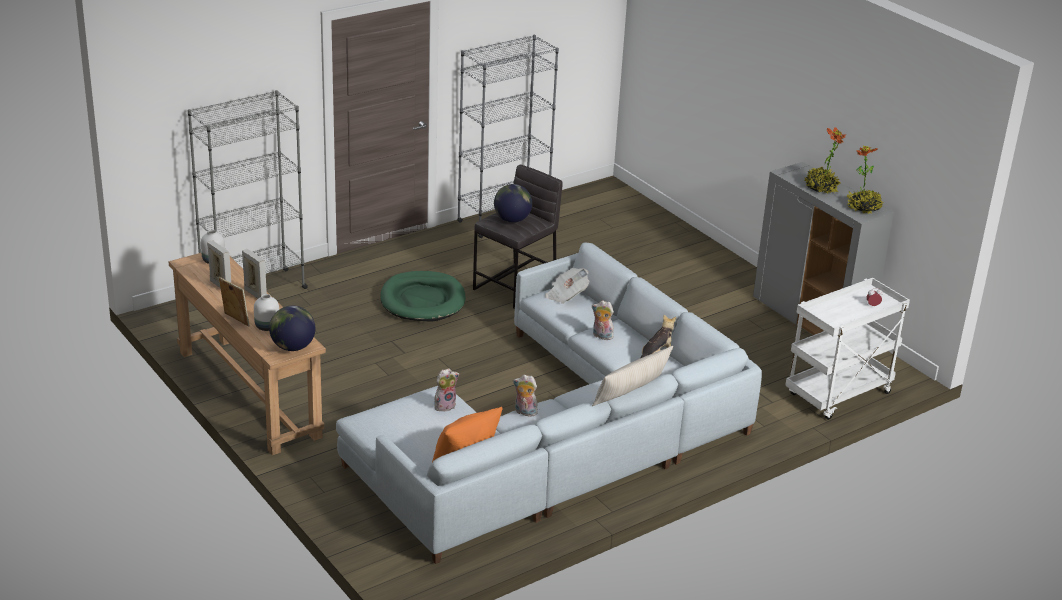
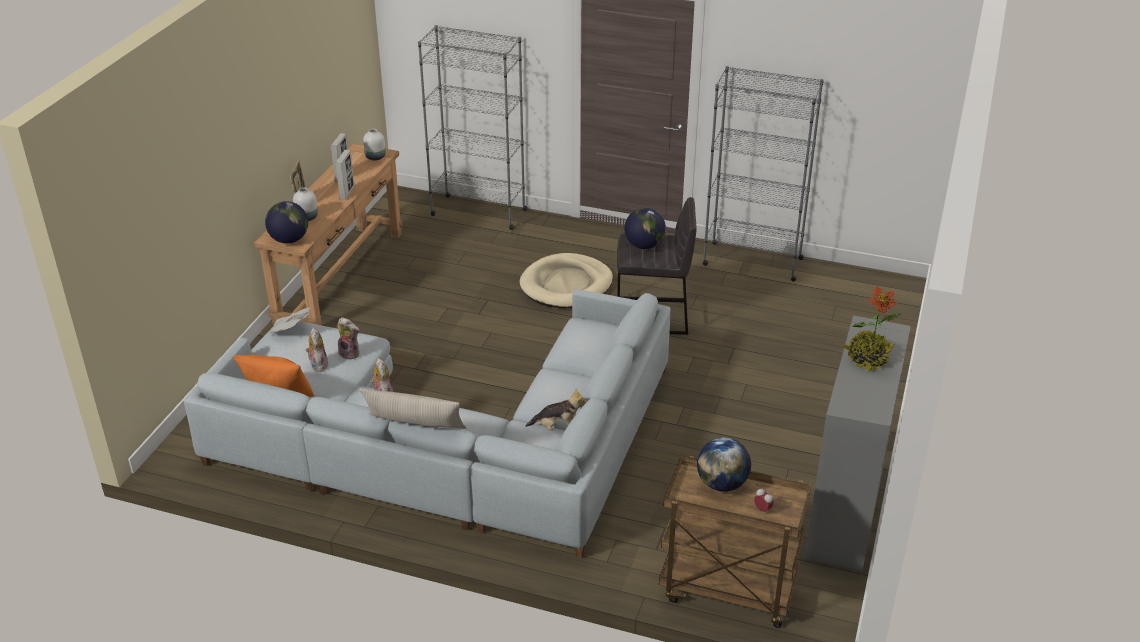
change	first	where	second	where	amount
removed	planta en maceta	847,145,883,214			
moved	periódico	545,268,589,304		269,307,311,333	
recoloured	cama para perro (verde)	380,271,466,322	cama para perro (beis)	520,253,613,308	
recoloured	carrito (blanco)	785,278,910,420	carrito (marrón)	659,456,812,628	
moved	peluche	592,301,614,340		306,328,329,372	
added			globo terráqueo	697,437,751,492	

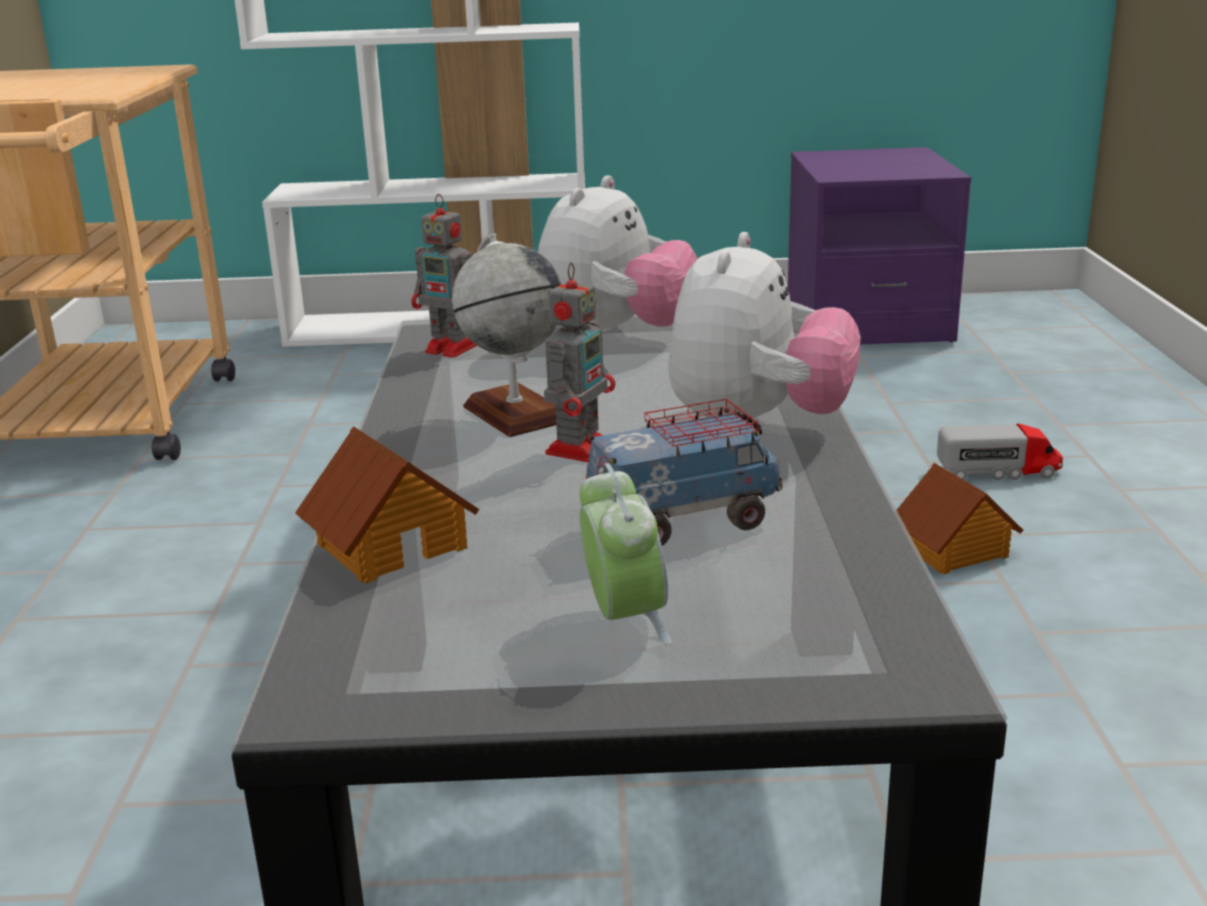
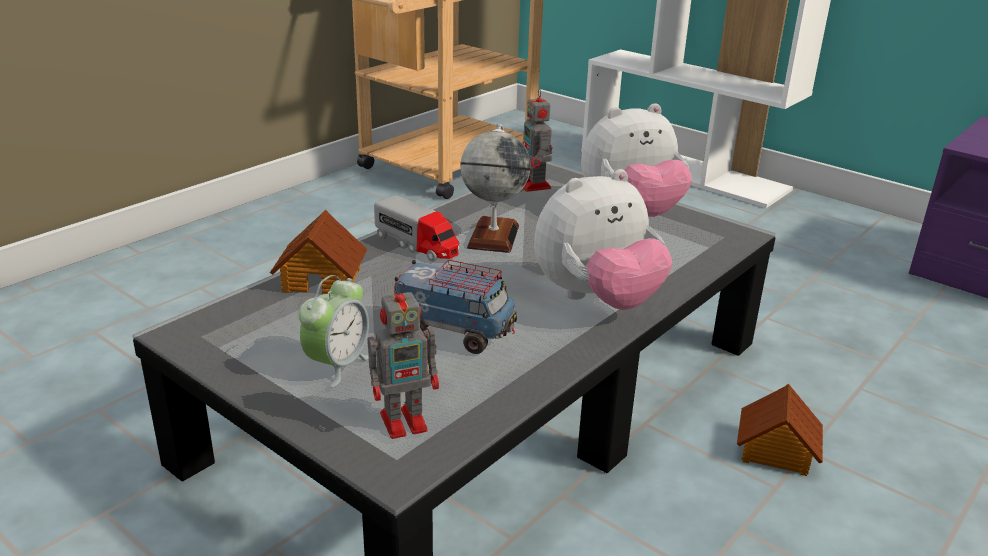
change	first	where	second	where	amount
moved	robot de juguete	544,263,615,462		368,281,439,439	
moved	camión de juguete	937,423,1063,480		374,196,459,262	

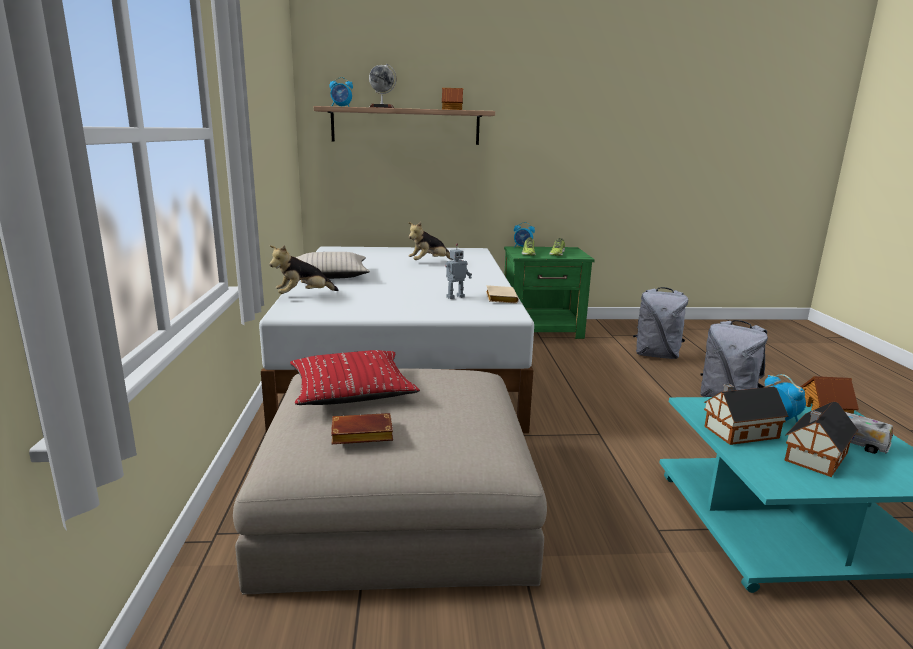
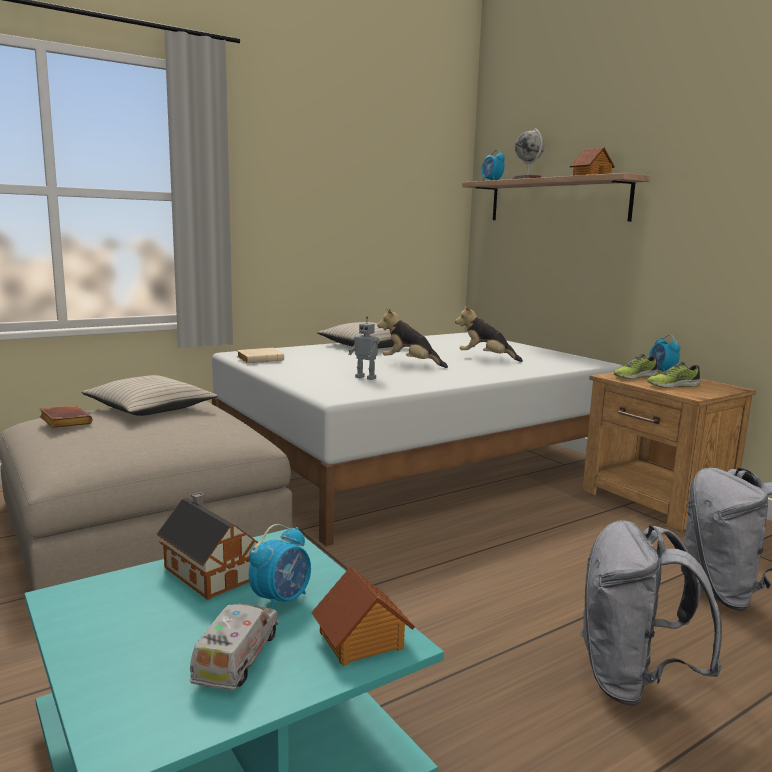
change	first	where	second	where	amount
moved	peluche	269,245,339,294		377,308,448,368	
recoloured	mesita de noche (verde)	504,246,595,339	mesita de noche (marrón)	582,370,756,532	
moved	libro (beis)	486,285,519,303		237,348,284,363	
recoloured	cojín (rojo)	290,350,420,405	cojín (beis)	81,375,218,416	
removed	casita	784,401,858,477			

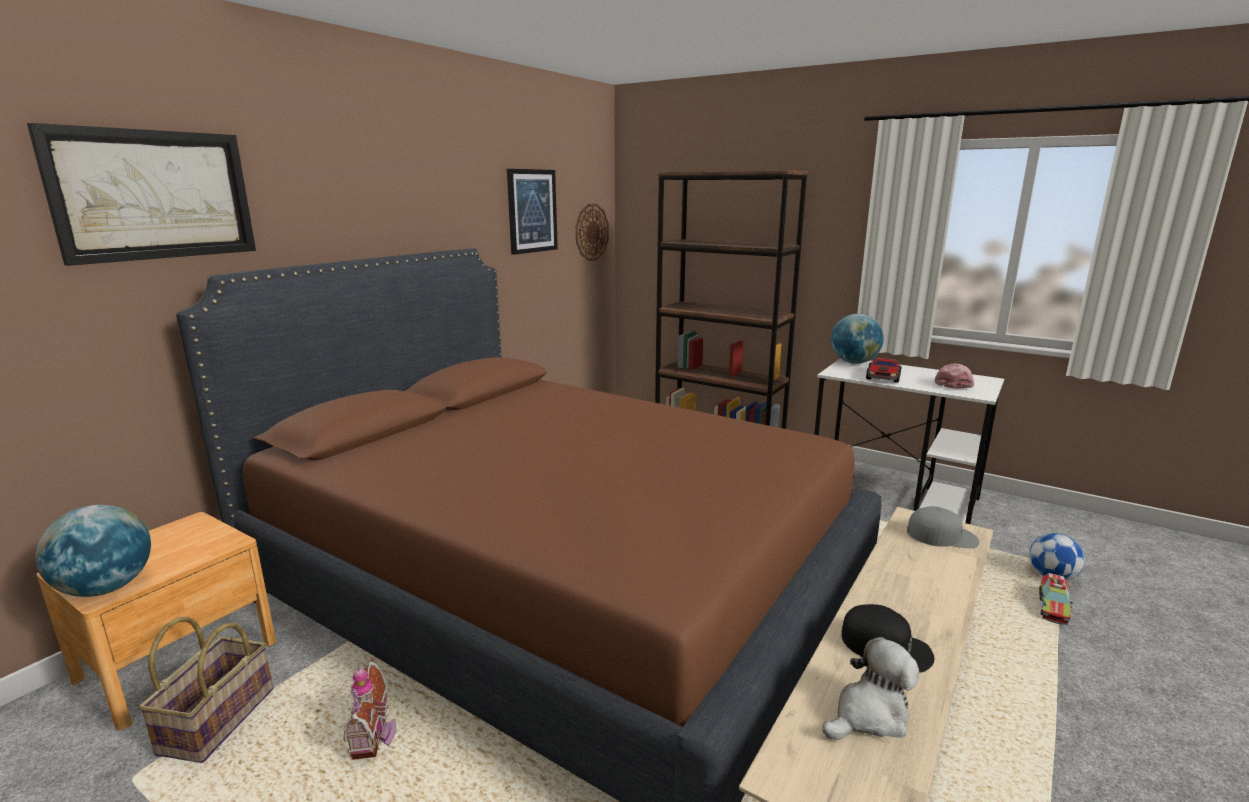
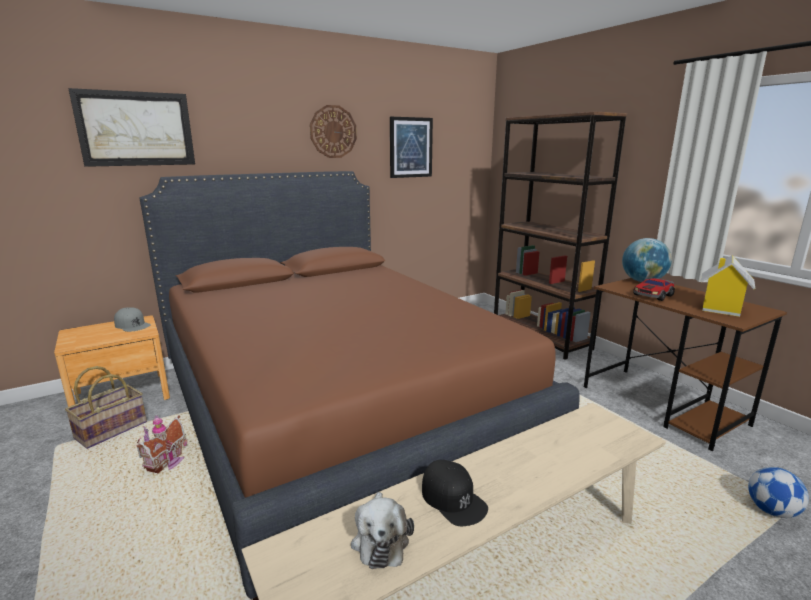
change	first	where	second	where	amount
moved	reloj de pared	576,204,609,261		310,105,357,158	
recoloured	escritorio (blanco)	814,358,1004,524	escritorio (marrón)	584,278,787,452	
replaced	gorra (rosa)	935,364,974,389	casita	700,255,756,317	
removed	globo terráqueo	35,505,151,597			
moved	gorra (gris)	907,506,979,548		114,307,151,332	
removed	camión de juguete	1039,573,1073,625			
turned	peluche	822,637,920,740		351,492,414,569	90 degrees clockwise

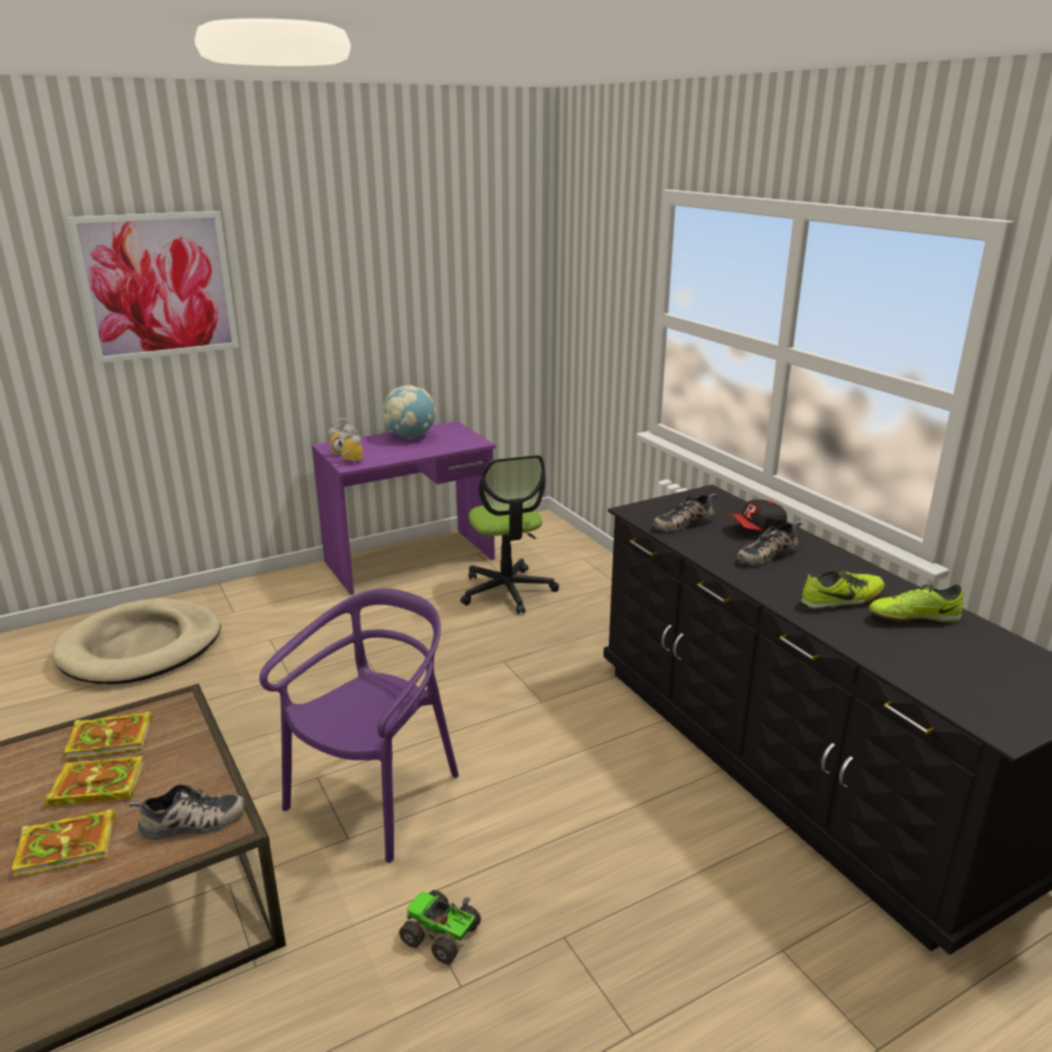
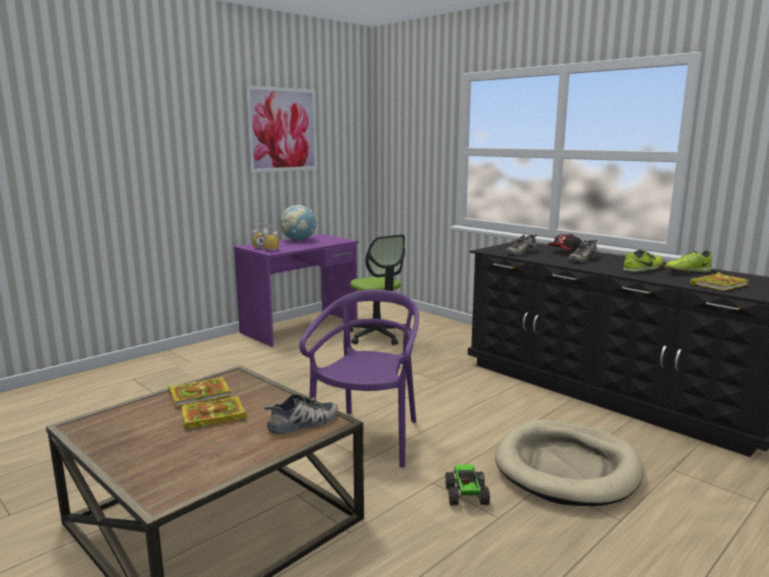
change	first	where	second	where	amount
moved	cuadro	67,211,239,363		245,85,317,173	
moved	cama para perro (beis)	52,598,221,684		495,420,643,506	
moved	libro	12,808,115,877		690,272,749,291	
turned	camión de juguete	399,890,481,964		445,464,490,506	75 degrees clockwise

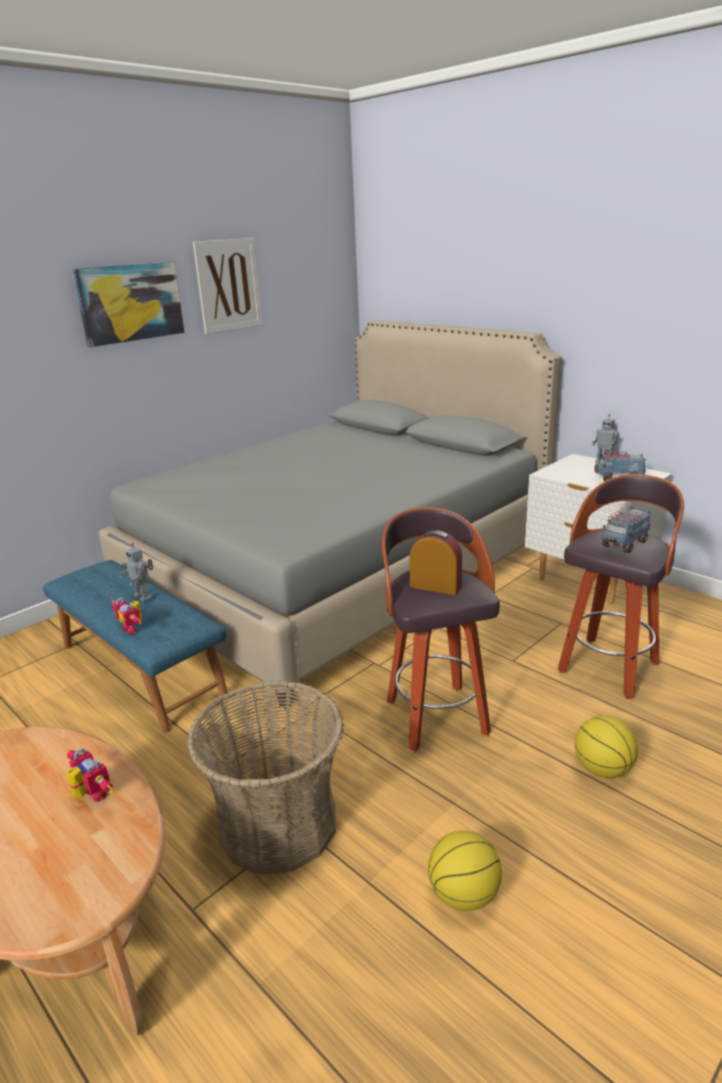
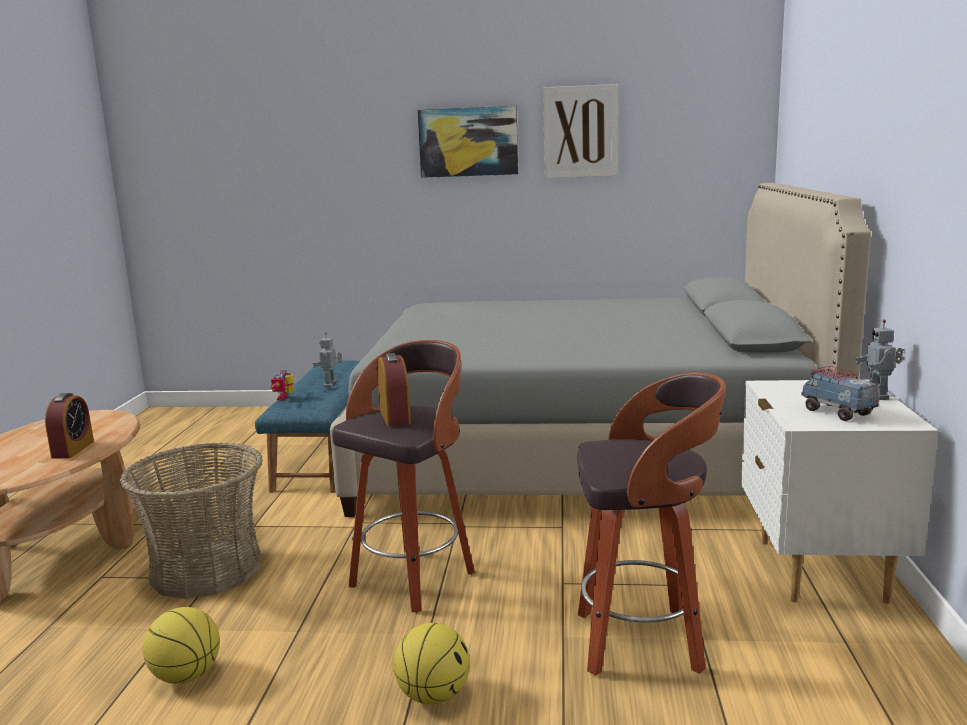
change	first	where	second	where	amount
removed	camión de juguete	601,507,650,553			
replaced	robot de juguete	67,748,113,802	despertador	45,393,94,459	

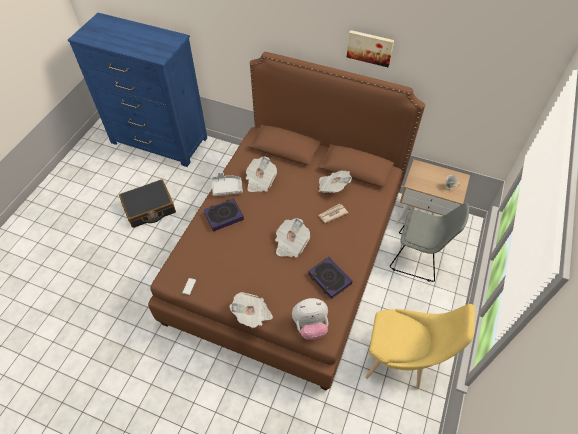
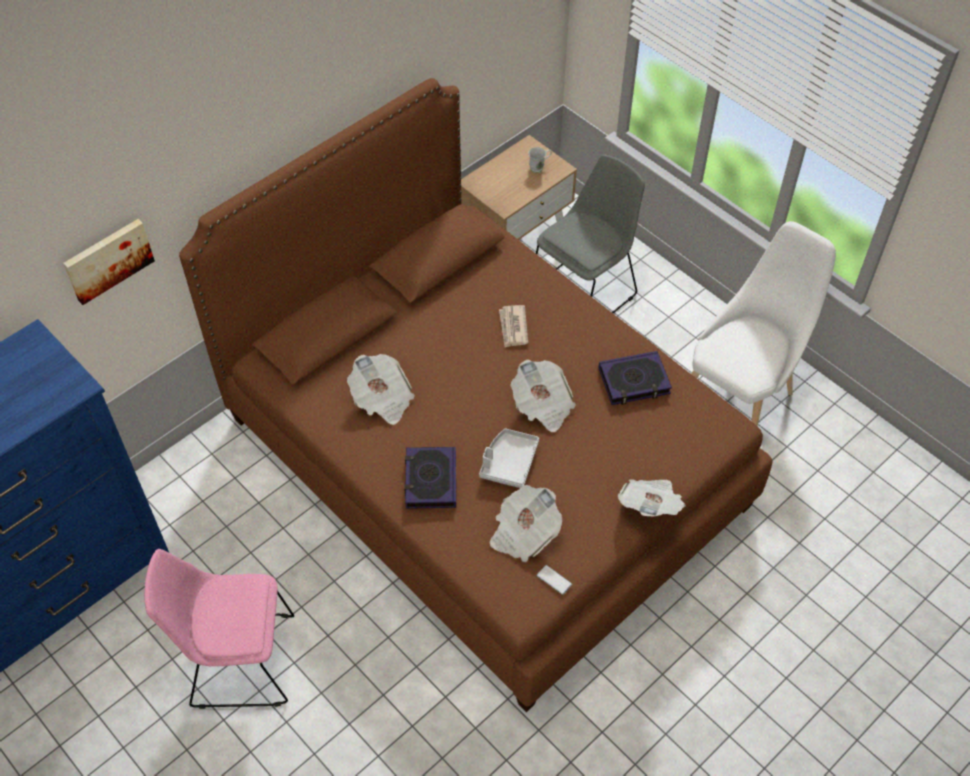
change	first	where	second	where	amount
moved	cuadro	347,30,394,67		63,219,155,305	
moved	periódico	319,170,352,193		490,485,562,562	
moved	bandeja (gris)	212,172,243,196		479,428,539,488	
replaced	maleta (negro)	119,179,176,228	silla (rosa)	144,549,294,709	
removed	peluche	292,298,328,340			
recoloured	silla (amarillo)	365,304,475,389	silla (blanco)	692,221,836,426	

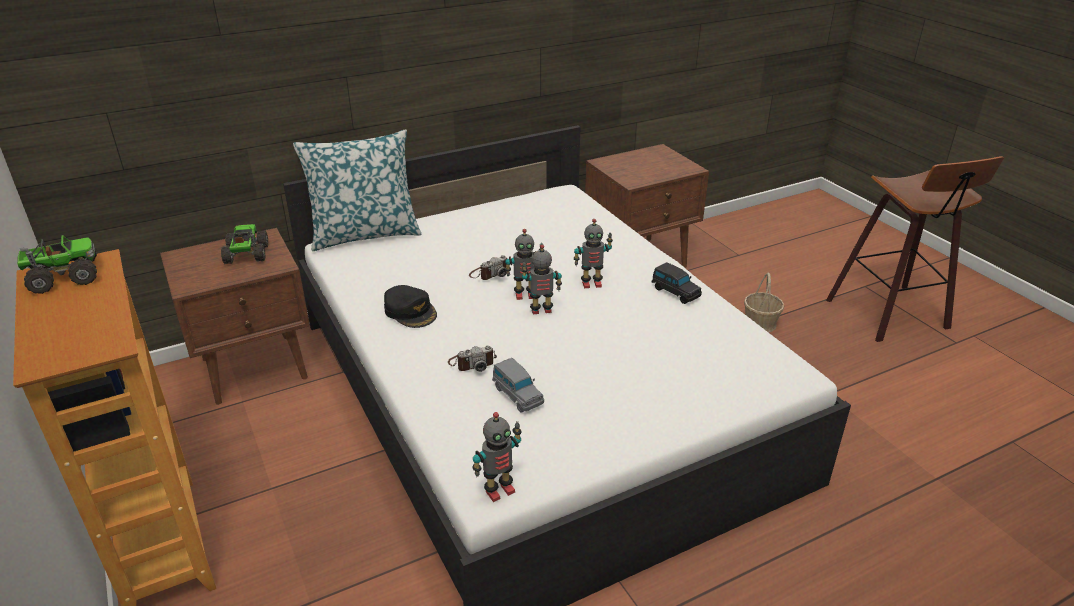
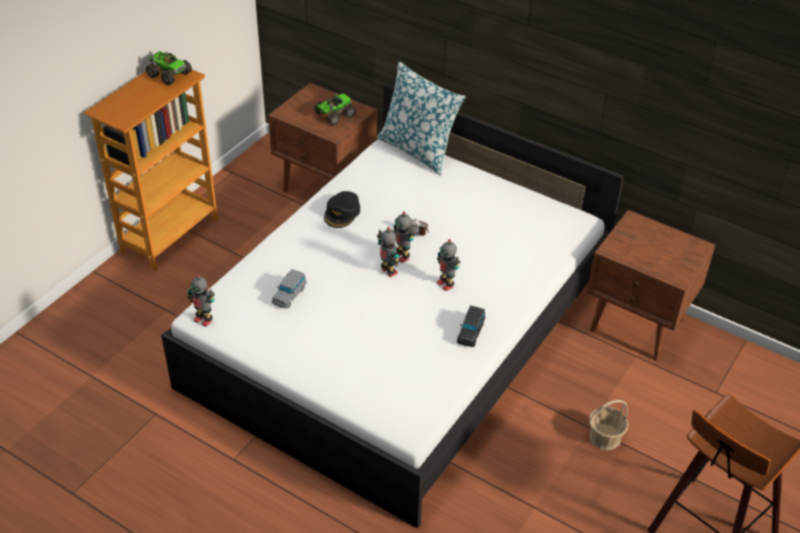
change	first	where	second	where	amount
removed	cámara	448,345,497,372			

